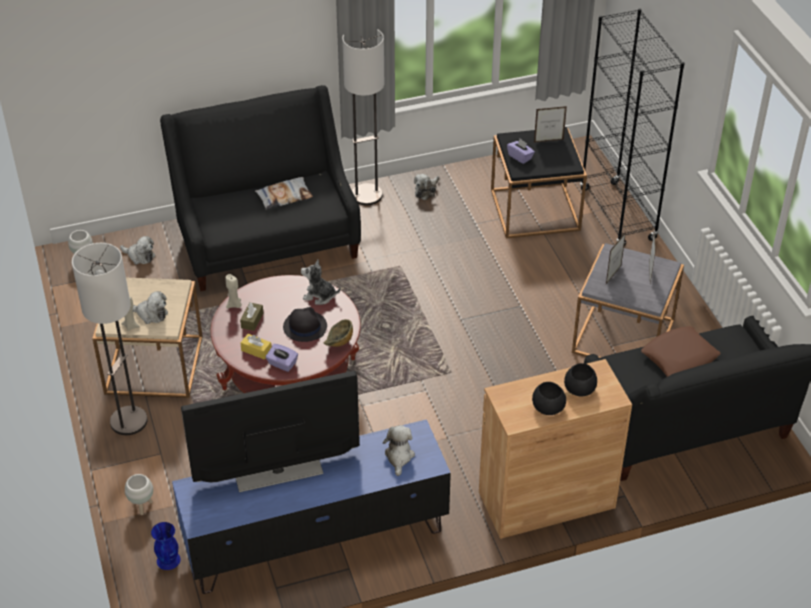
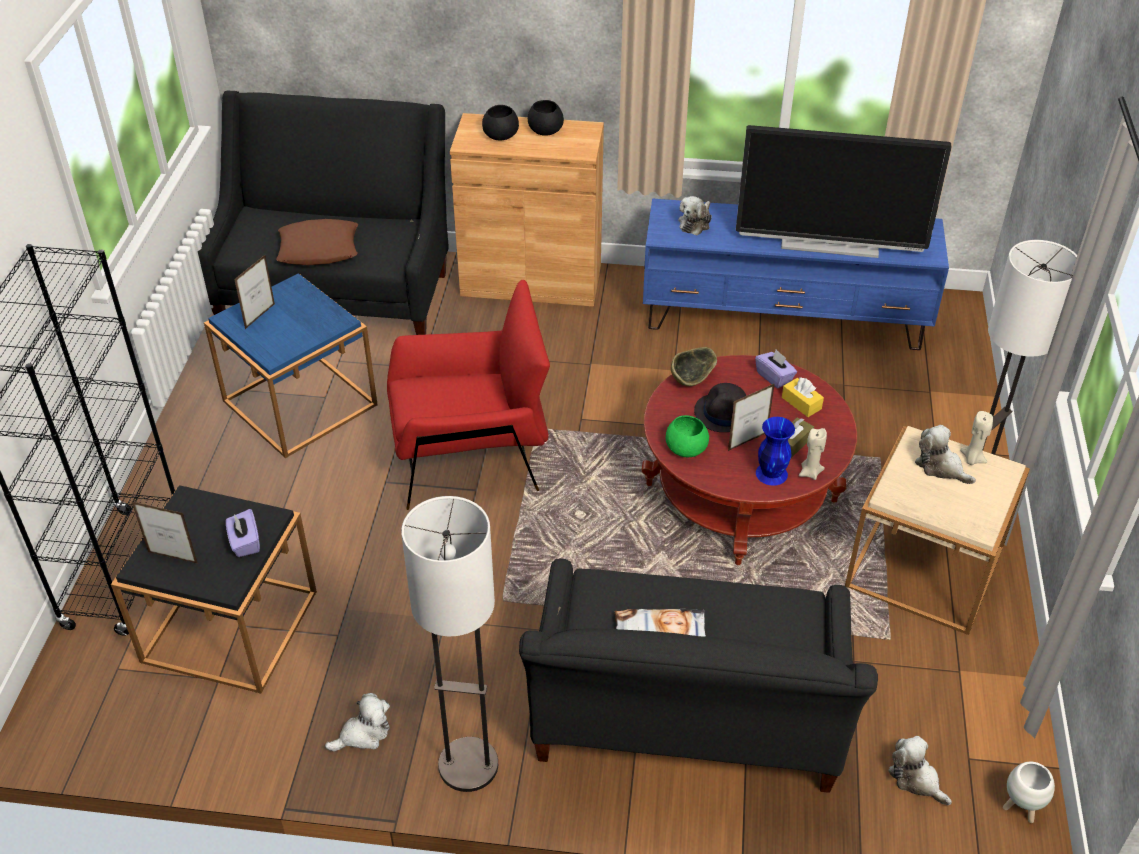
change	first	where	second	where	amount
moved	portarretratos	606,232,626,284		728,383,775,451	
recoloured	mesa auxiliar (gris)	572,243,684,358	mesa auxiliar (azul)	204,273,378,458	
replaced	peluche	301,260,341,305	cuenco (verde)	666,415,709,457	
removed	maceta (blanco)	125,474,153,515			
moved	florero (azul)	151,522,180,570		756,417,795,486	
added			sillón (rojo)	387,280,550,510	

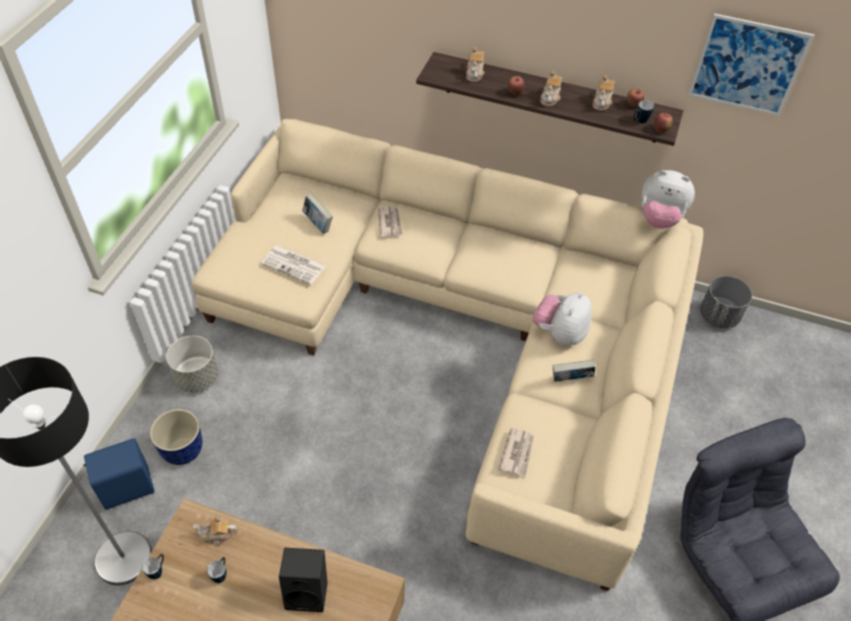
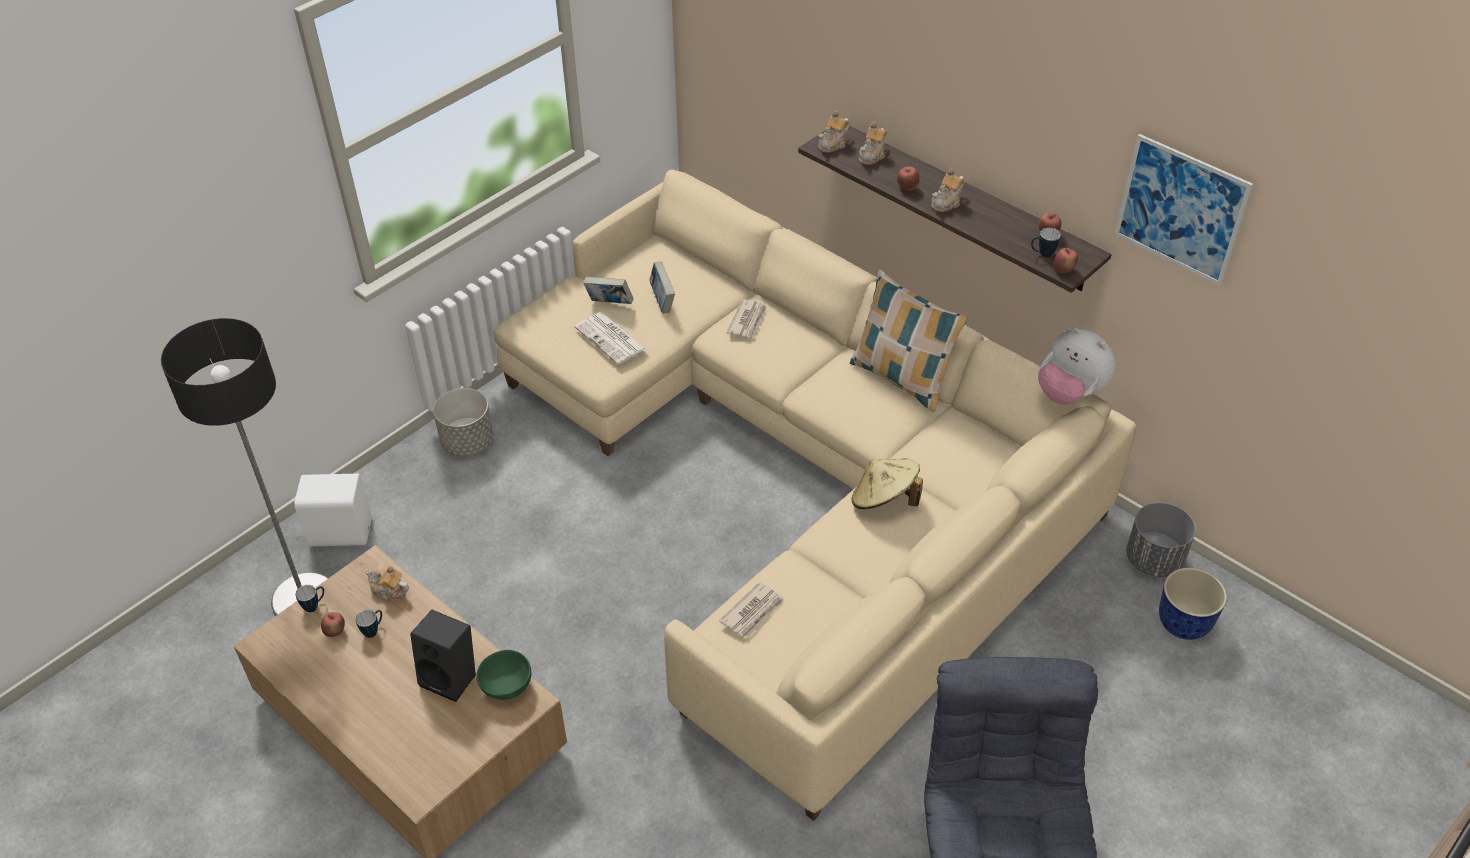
change	first	where	second	where	amount
moved	tetera	592,75,615,111		818,111,849,153	
replaced	peluche	533,292,592,346	sombrero (beis)	852,459,923,509	
moved	libro	552,359,595,382		583,277,634,304	
moved	maceta	150,409,202,465		1159,568,1227,640	
recoloured	altavoz (azul)	84,438,155,510	altavoz (blanco)	294,473,372,547	
added			cojín	850,269,968,412	
added			manzana	321,612,345,637	
added			cuenco (verde)	476,650,531,700	

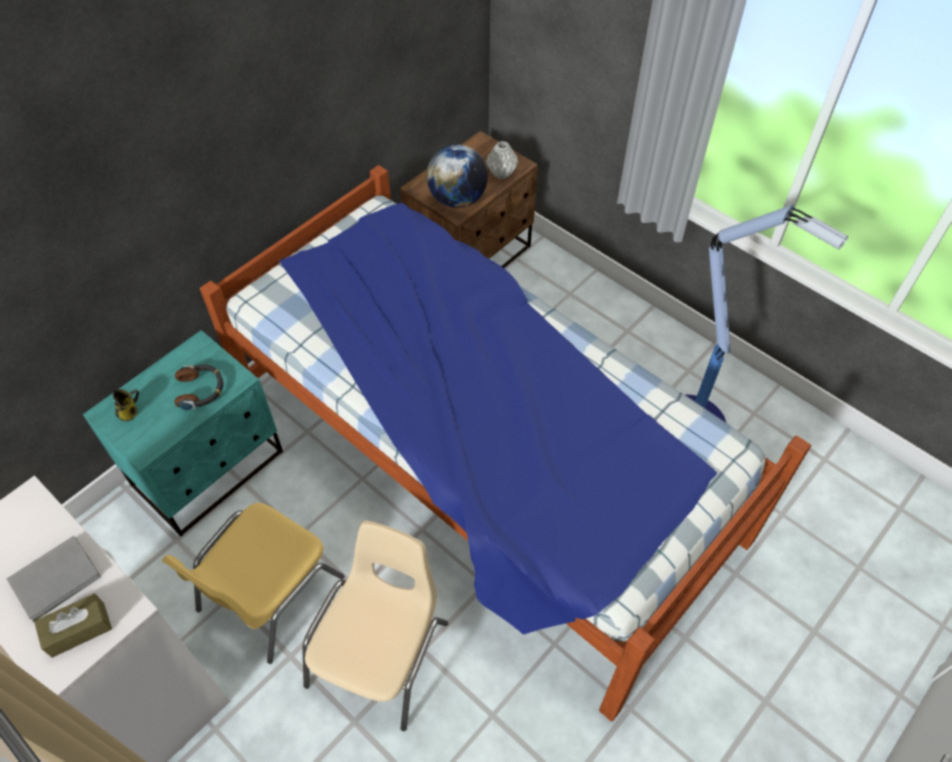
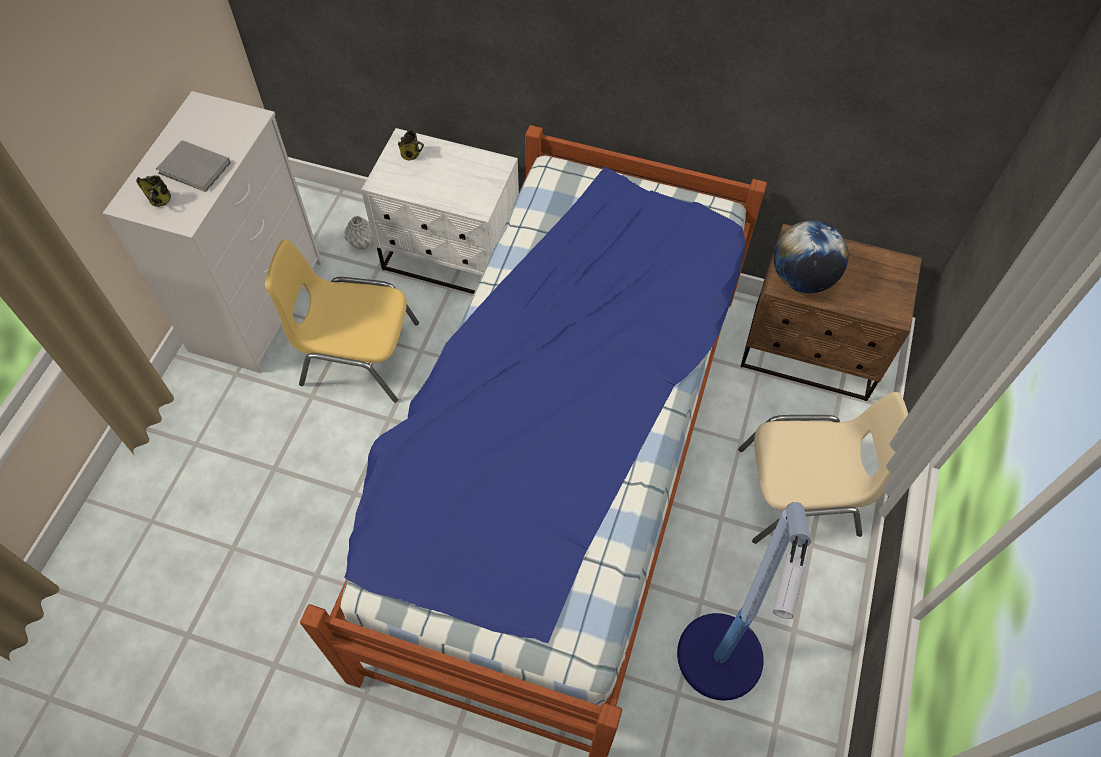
change	first	where	second	where	amount
moved	florero (gris)	486,141,518,179		344,216,373,250	
recoloured	mesita de noche (turquesa)	83,330,283,536	mesita de noche (blanco)	361,128,519,294	
removed	auriculares	174,364,224,410			
moved	silla (beis)	303,520,448,731		738,392,908,544	
replaced	caja de pañuelos (marrón)	34,593,112,658	taza grande	136,175,171,207	

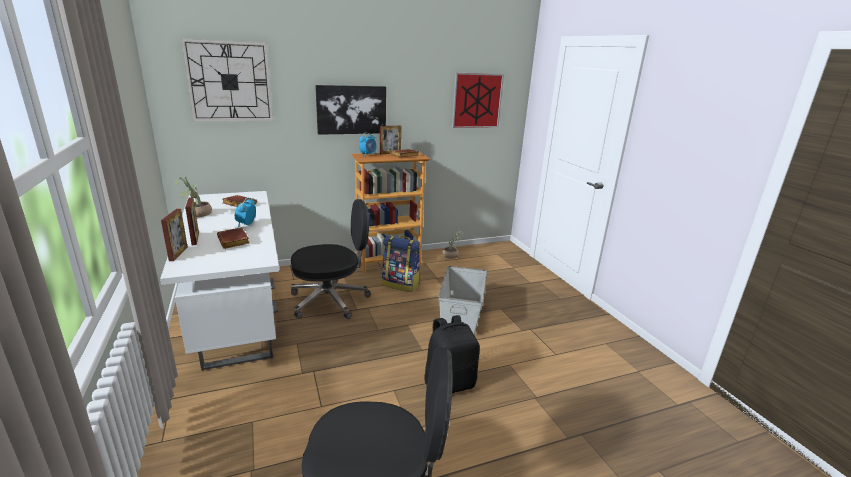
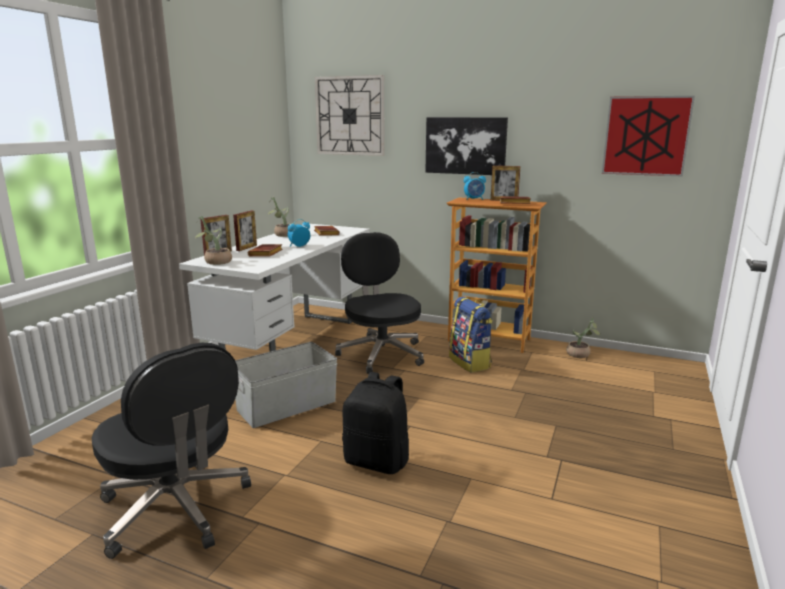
change	first	where	second	where	amount
turned	silla de oficina (negro)	291,199,371,319		335,232,424,374	135 degrees counterclockwise
moved	caja de almacenaje (gris)	438,266,487,335		235,342,337,428	
added			planta en maceta	195,216,232,265	

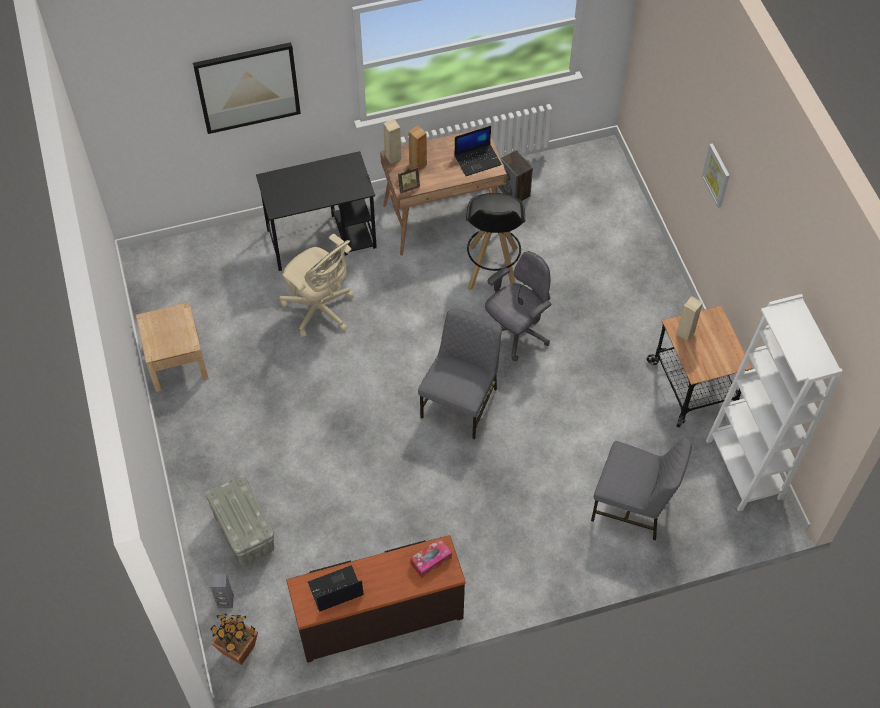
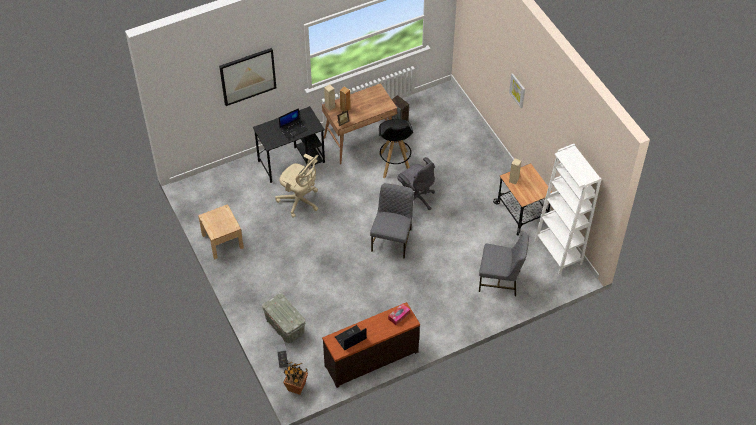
change	first	where	second	where	amount
moved	portátil	455,126,502,176		279,108,308,139	
turned	silla de oficina (gris)	485,251,551,361		397,157,435,210	105 degrees clockwise

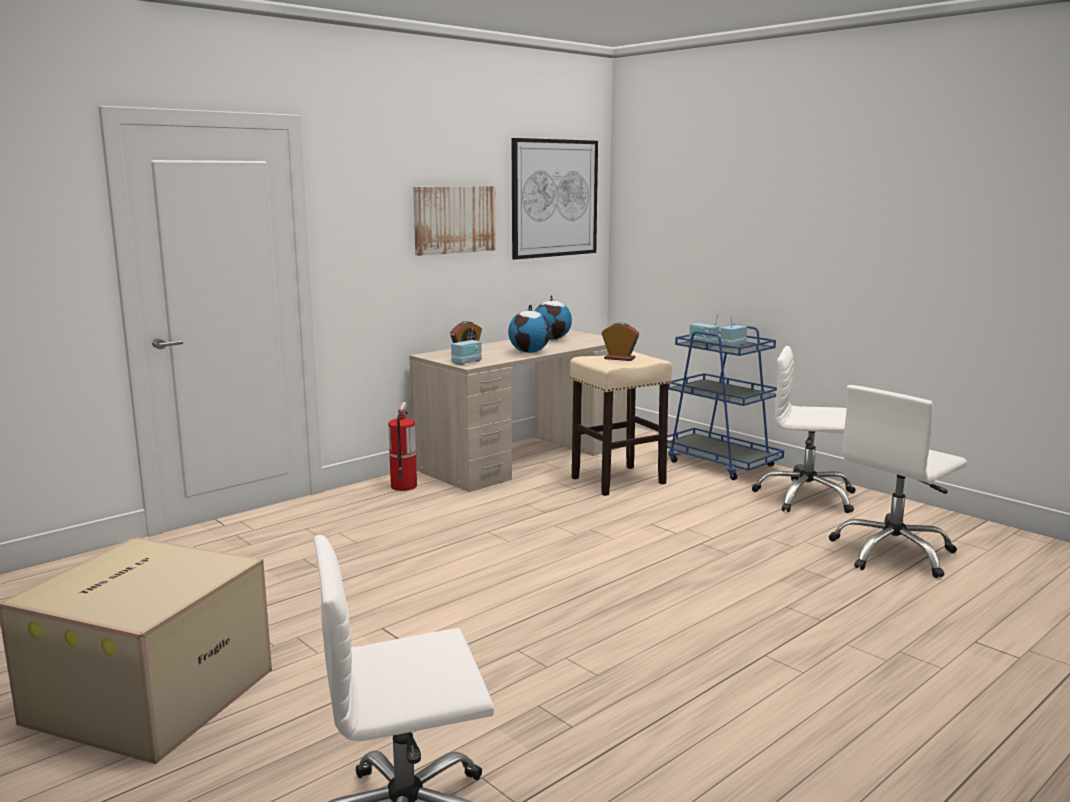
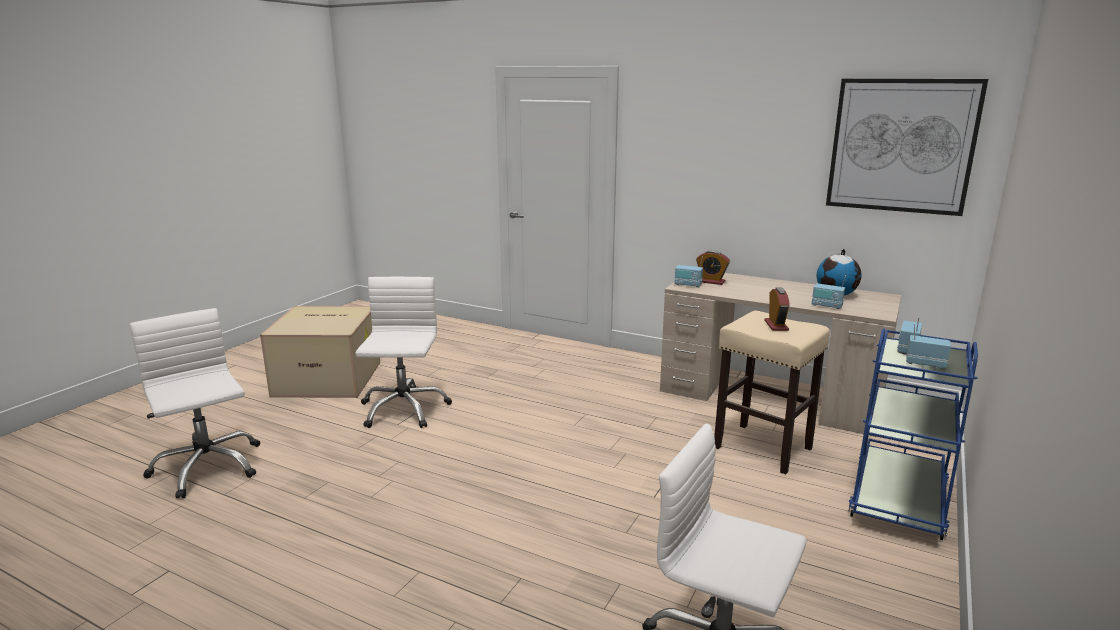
change	first	where	second	where	amount
removed	cuadro	413,186,496,256			
removed	globo terráqueo	508,304,551,353			
moved	silla de oficina (blanco)	752,346,856,513		356,277,452,428	
removed	extintor	388,402,417,491			
added			radio	812,275,846,309	

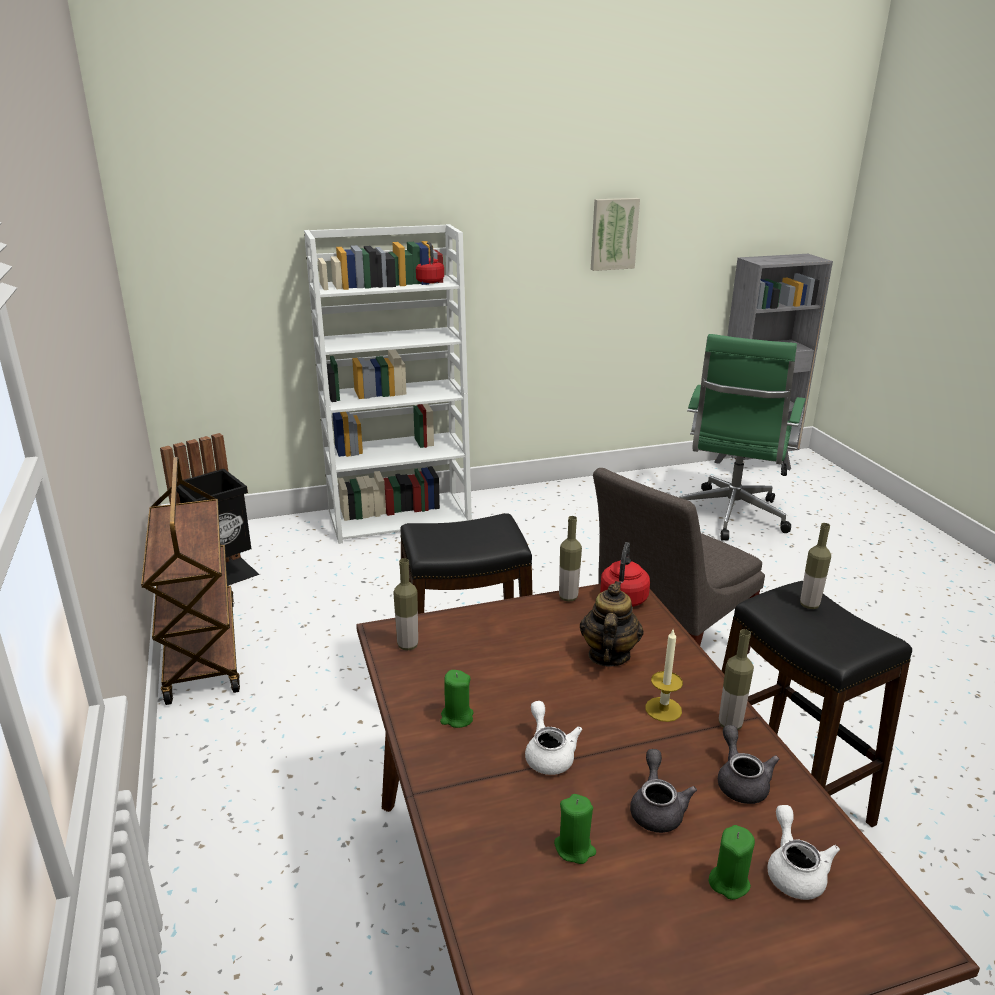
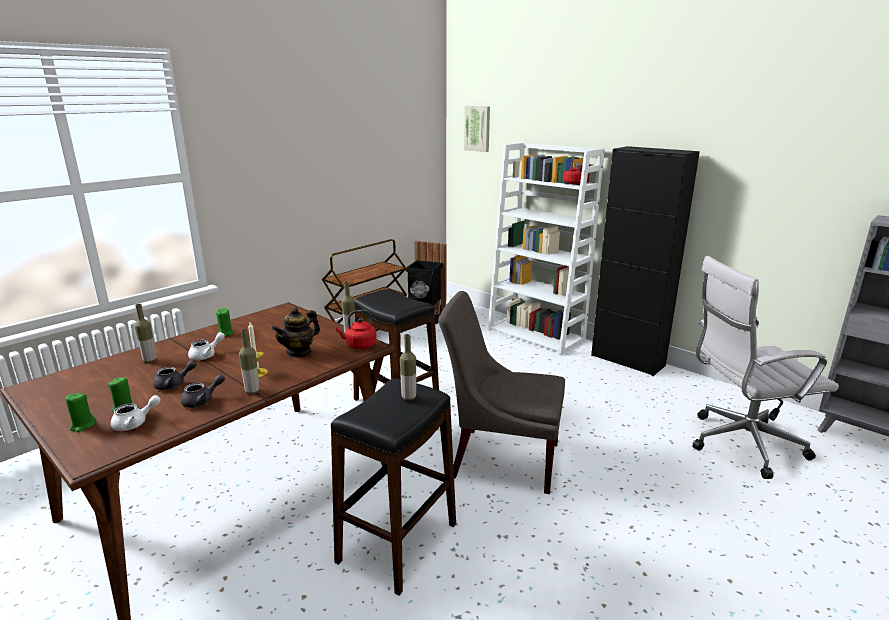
change	first	where	second	where	amount
moved	cuadro	591,198,640,271		464,106,490,152	
recoloured	silla de oficina (verde)	679,334,806,541	silla de oficina (blanco)	693,256,839,479	
moved	botella	393,558,418,650		135,304,157,363	
turned	tetera	580,581,643,667		272,307,320,358	150 degrees clockwise
moved	vela (verde)	554,794,596,864		65,393,96,432	
added			armario (negro)	591,146,700,376	

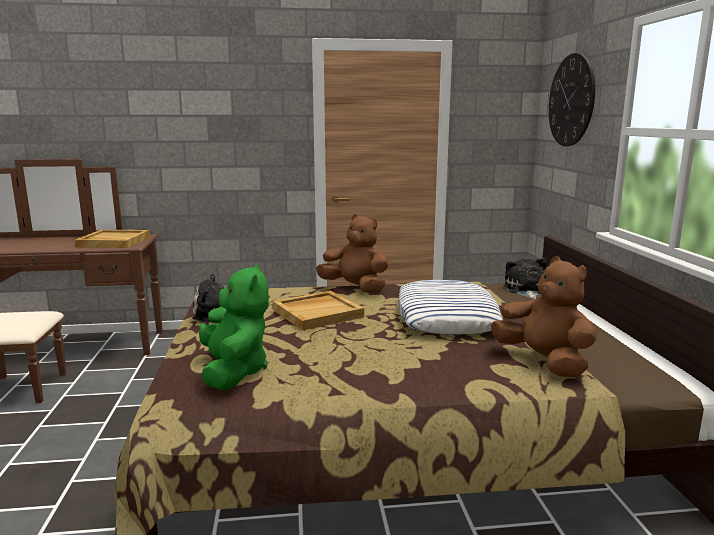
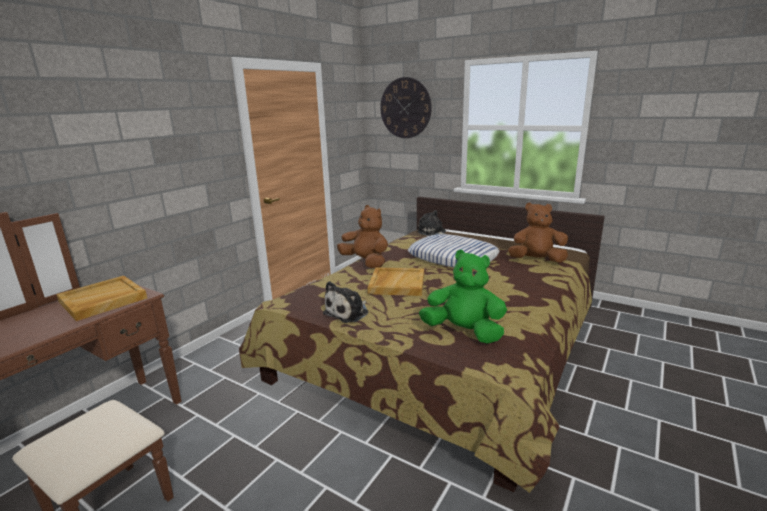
change	first	where	second	where	amount
turned	peluche (marrón)	316,214,388,293		337,205,388,268	60 degrees clockwise

